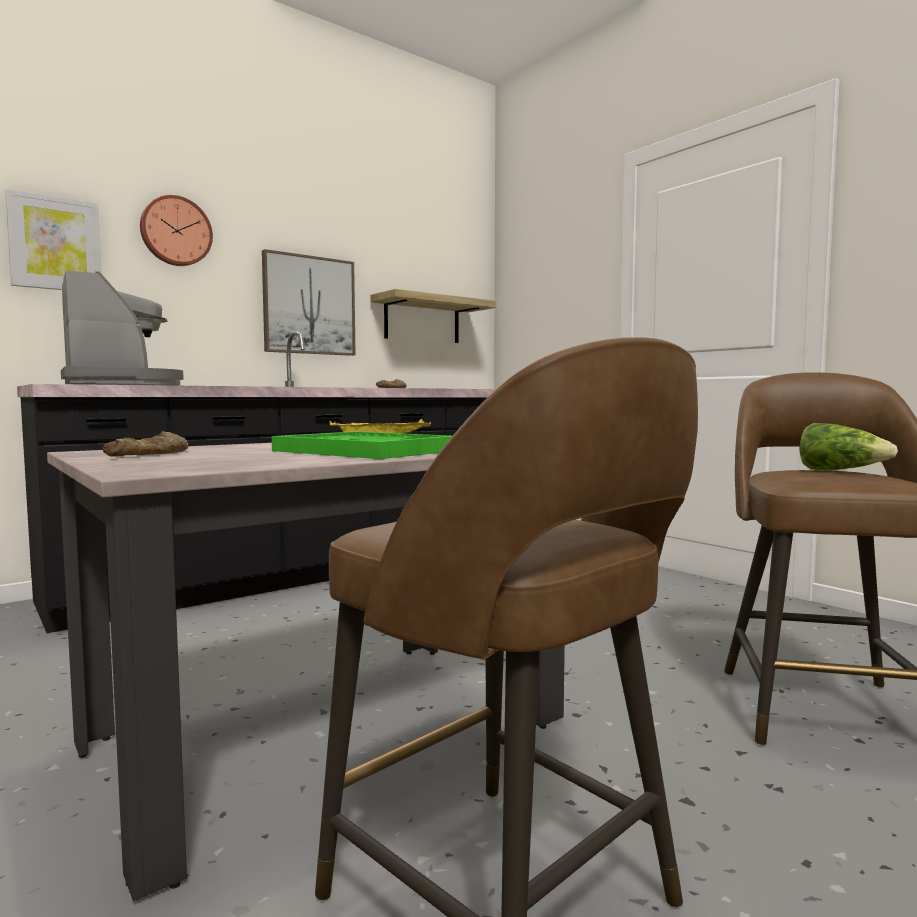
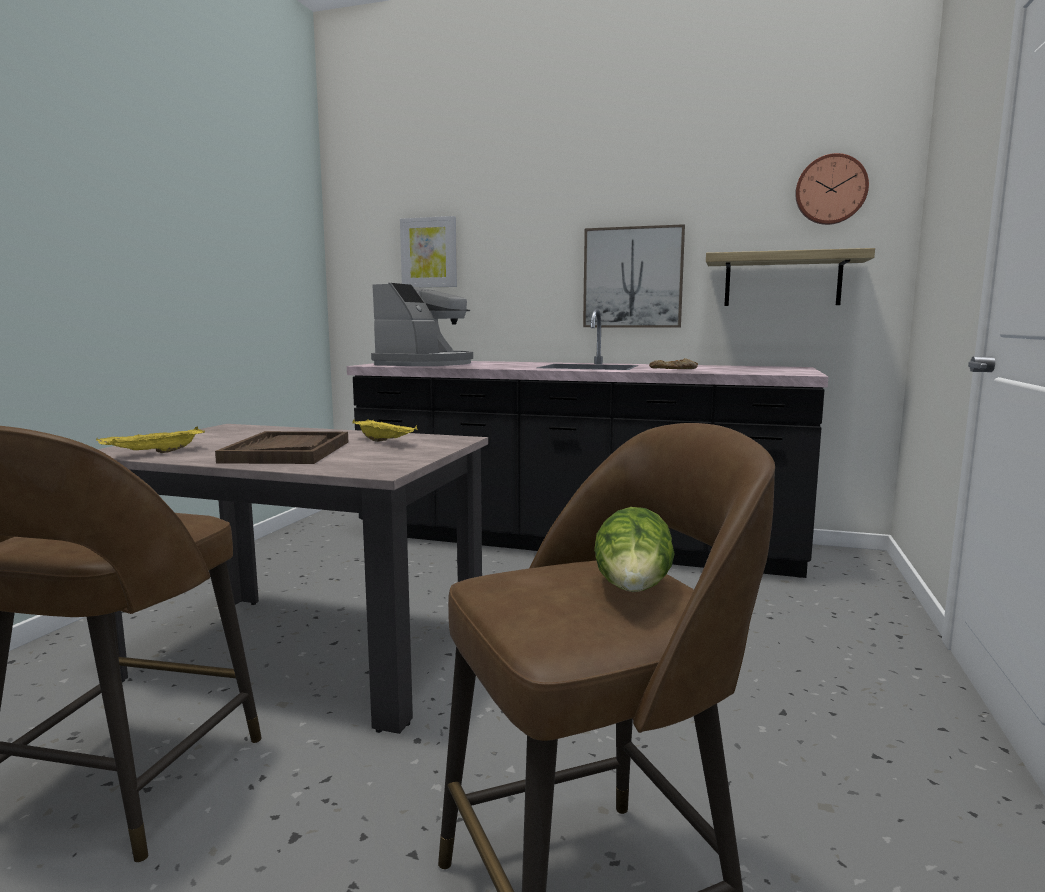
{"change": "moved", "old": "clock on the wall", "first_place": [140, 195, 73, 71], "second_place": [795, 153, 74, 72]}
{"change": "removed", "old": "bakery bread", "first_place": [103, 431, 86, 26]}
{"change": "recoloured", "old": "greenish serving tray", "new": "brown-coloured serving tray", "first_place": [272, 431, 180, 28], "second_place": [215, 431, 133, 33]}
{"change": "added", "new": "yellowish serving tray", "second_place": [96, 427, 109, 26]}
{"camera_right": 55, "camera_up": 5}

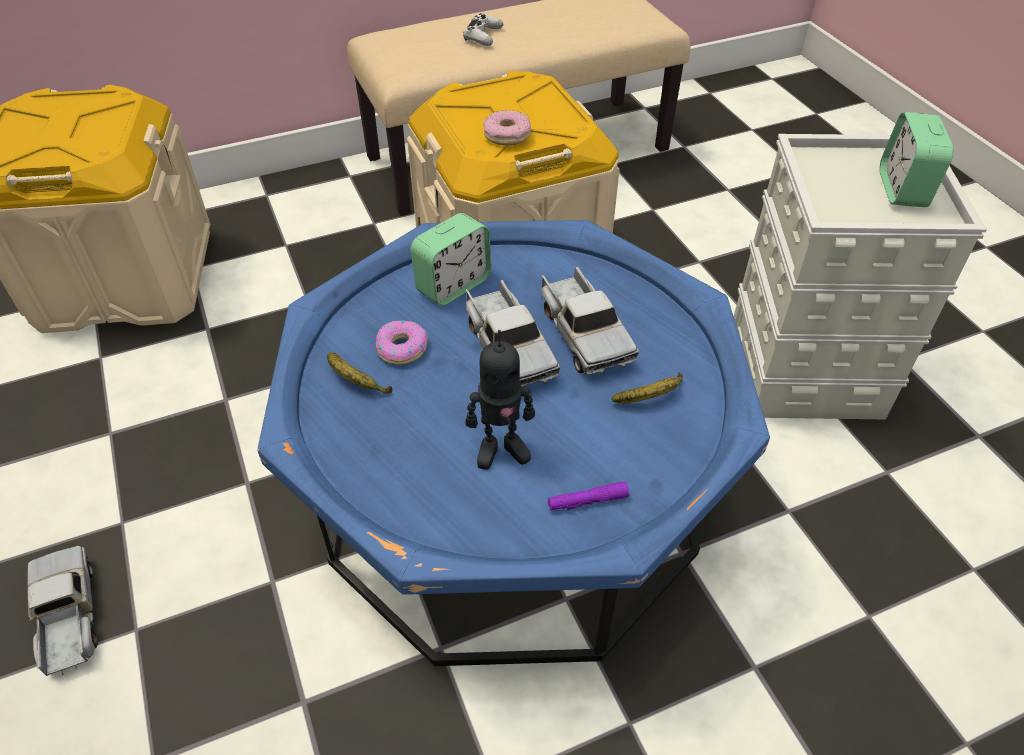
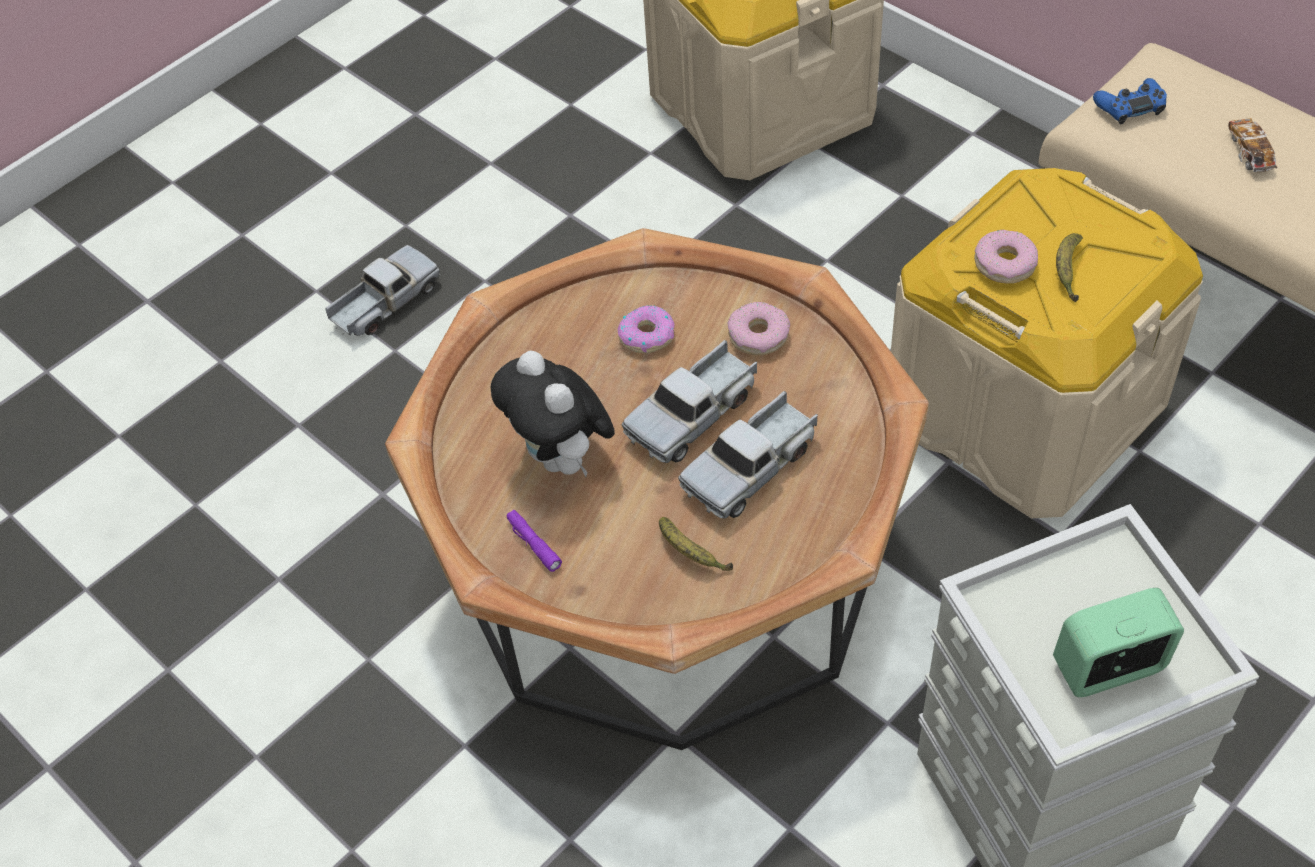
{"change": "replaced", "old": "white gamepad", "new": "model car", "first_place": [463, 13, 40, 33], "second_place": [1228, 118, 50, 54]}
{"change": "replaced", "old": "bedside clock", "new": "ring doughnut", "first_place": [410, 213, 81, 93], "second_place": [728, 302, 62, 54]}
{"change": "recoloured", "old": "bluish lounge table", "new": "brown-coloured lounge table", "first_place": [257, 220, 513, 446], "second_place": [385, 228, 544, 522]}
{"change": "replaced", "old": "robot figure", "new": "cuddly toy", "first_place": [466, 330, 69, 140], "second_place": [491, 351, 124, 126]}
{"change": "moved", "old": "whole banana", "first_place": [327, 352, 65, 42], "second_place": [1056, 233, 27, 69]}
{"change": "added", "new": "bluish gamepad", "second_place": [1093, 78, 74, 46]}
{"camera_right": 70, "camera_up": 5}

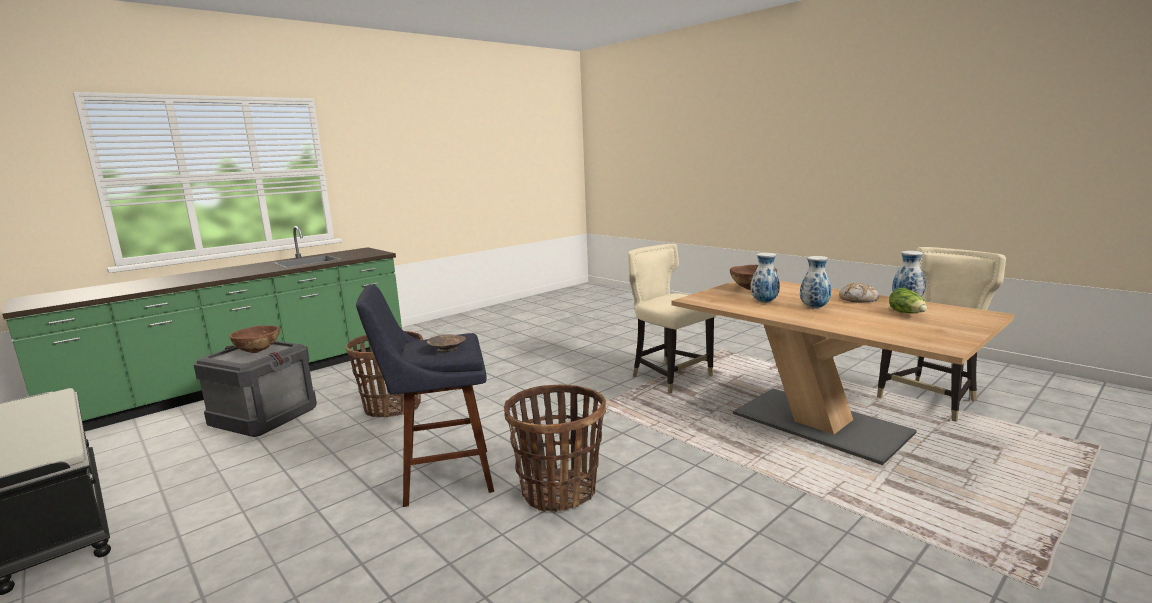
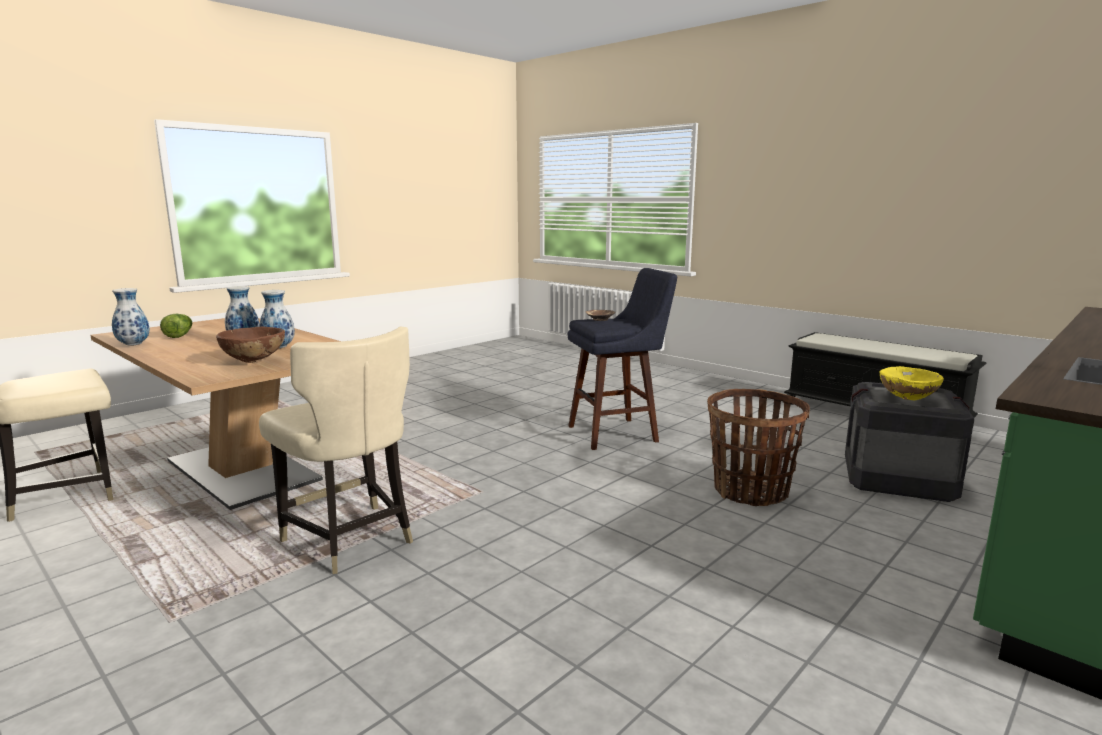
{"change": "removed", "old": "bakery bread", "first_place": [839, 283, 40, 20]}
{"change": "recoloured", "old": "brown-coloured serving bowl", "new": "yellowish serving bowl", "first_place": [230, 325, 50, 28], "second_place": [879, 366, 65, 34]}
{"change": "removed", "old": "household basket", "first_place": [504, 384, 102, 128]}
{"camera_right": 175, "camera_up": 0}

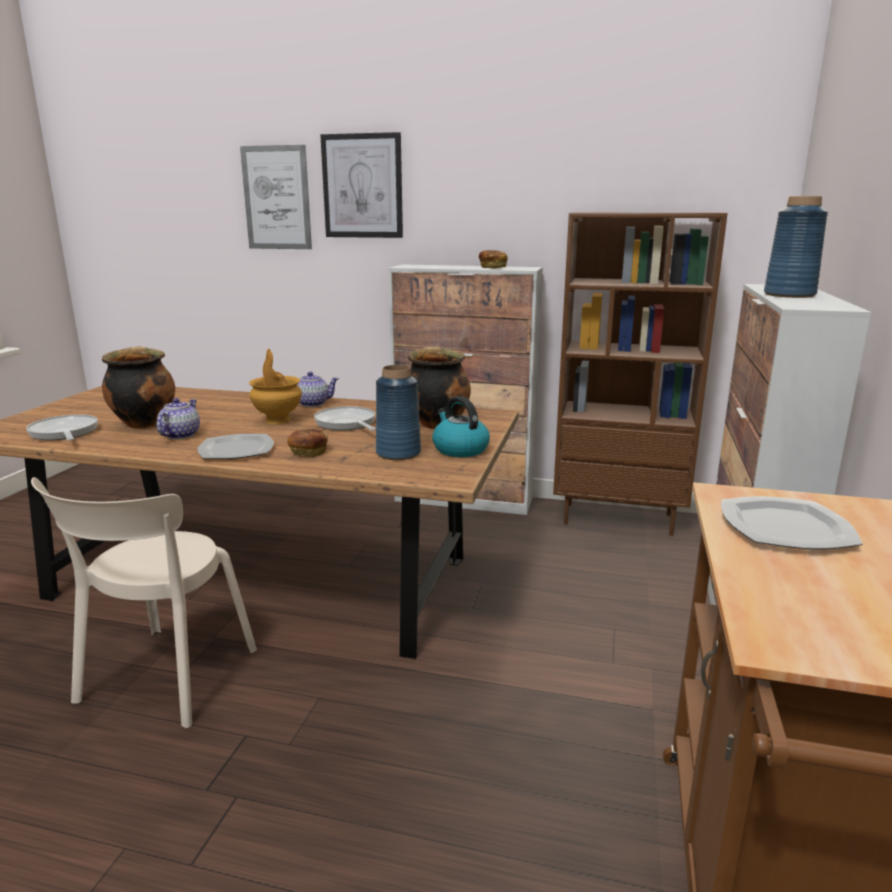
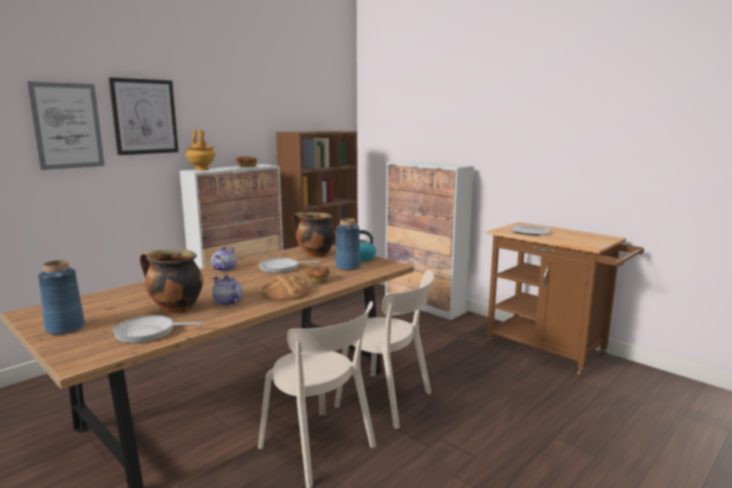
{"change": "moved", "old": "bluish vase", "first_place": [764, 196, 64, 102], "second_place": [38, 260, 47, 75]}
{"change": "moved", "old": "brown-coloured vase", "first_place": [249, 349, 53, 76], "second_place": [186, 129, 29, 42]}
{"change": "replaced", "old": "plate", "new": "bakery bread", "first_place": [198, 434, 76, 25], "second_place": [261, 274, 49, 27]}
{"change": "added", "new": "sand-coloured upright chair", "second_place": [334, 270, 100, 159]}
{"camera_right": -60, "camera_up": -5}

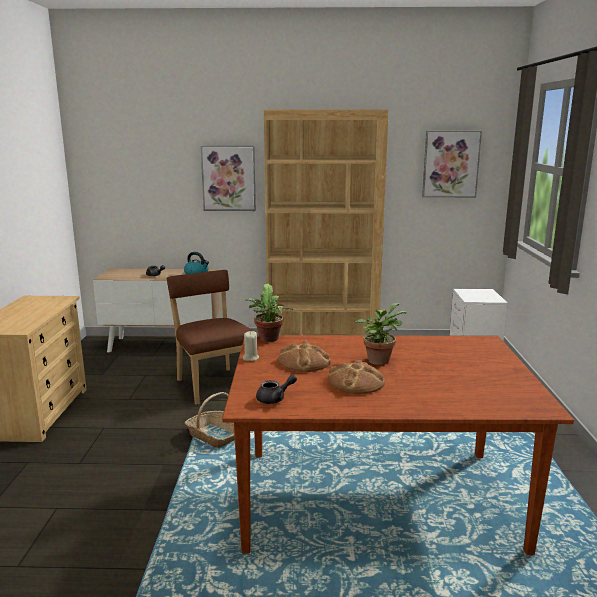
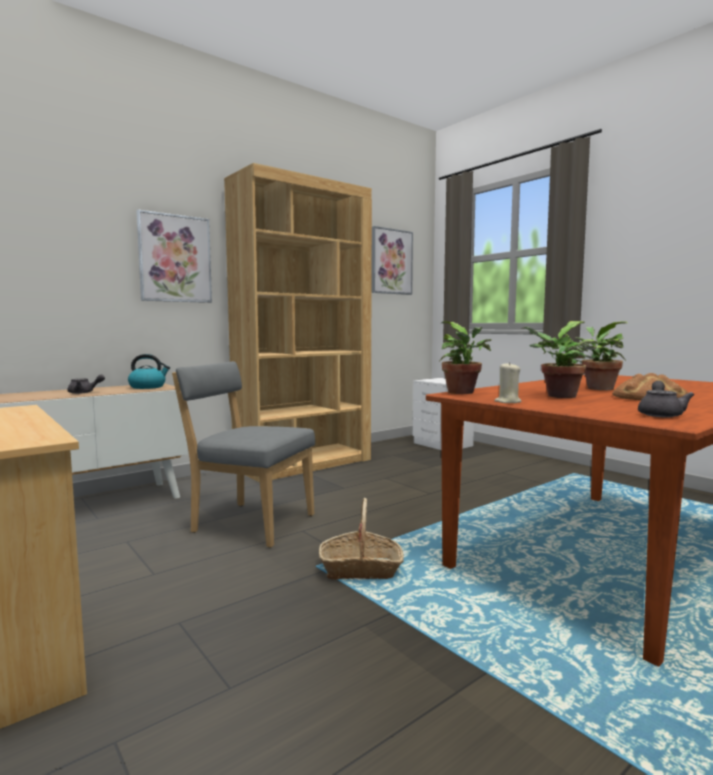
{"change": "recoloured", "old": "brown-coloured upright chair", "new": "gray upright chair", "first_place": [167, 270, 86, 135], "second_place": [172, 361, 143, 187]}
{"change": "replaced", "old": "bakery bread", "new": "potted plant", "first_place": [278, 340, 53, 32], "second_place": [521, 321, 76, 77]}
{"camera_right": -40, "camera_up": -10}

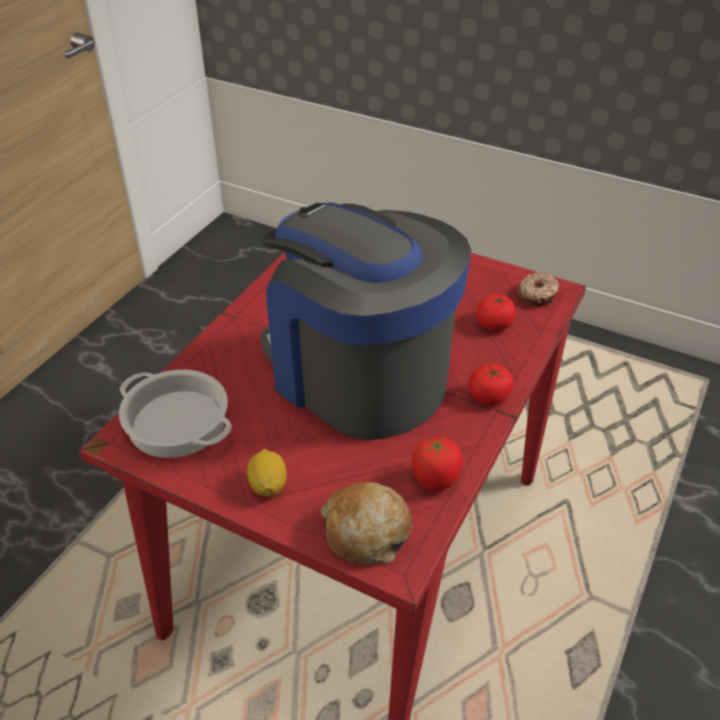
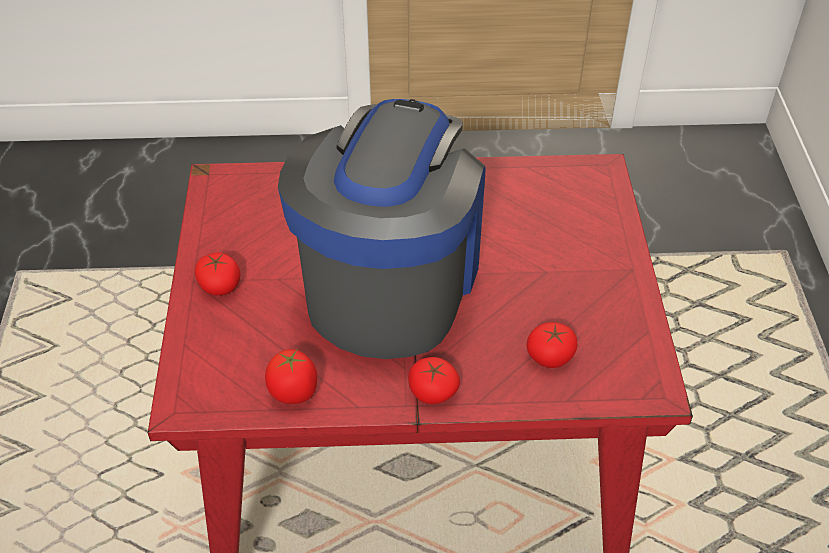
{"change": "removed", "old": "ring doughnut", "first_place": [518, 272, 42, 34]}
{"change": "removed", "old": "stockpot", "first_place": [119, 369, 113, 89]}
{"change": "replaced", "old": "whole lemon", "new": "fresh tomato", "first_place": [247, 449, 40, 48], "second_place": [195, 253, 46, 43]}
{"change": "removed", "old": "bakery bread", "first_place": [321, 482, 91, 83]}
{"camera_right": 60, "camera_up": 5}

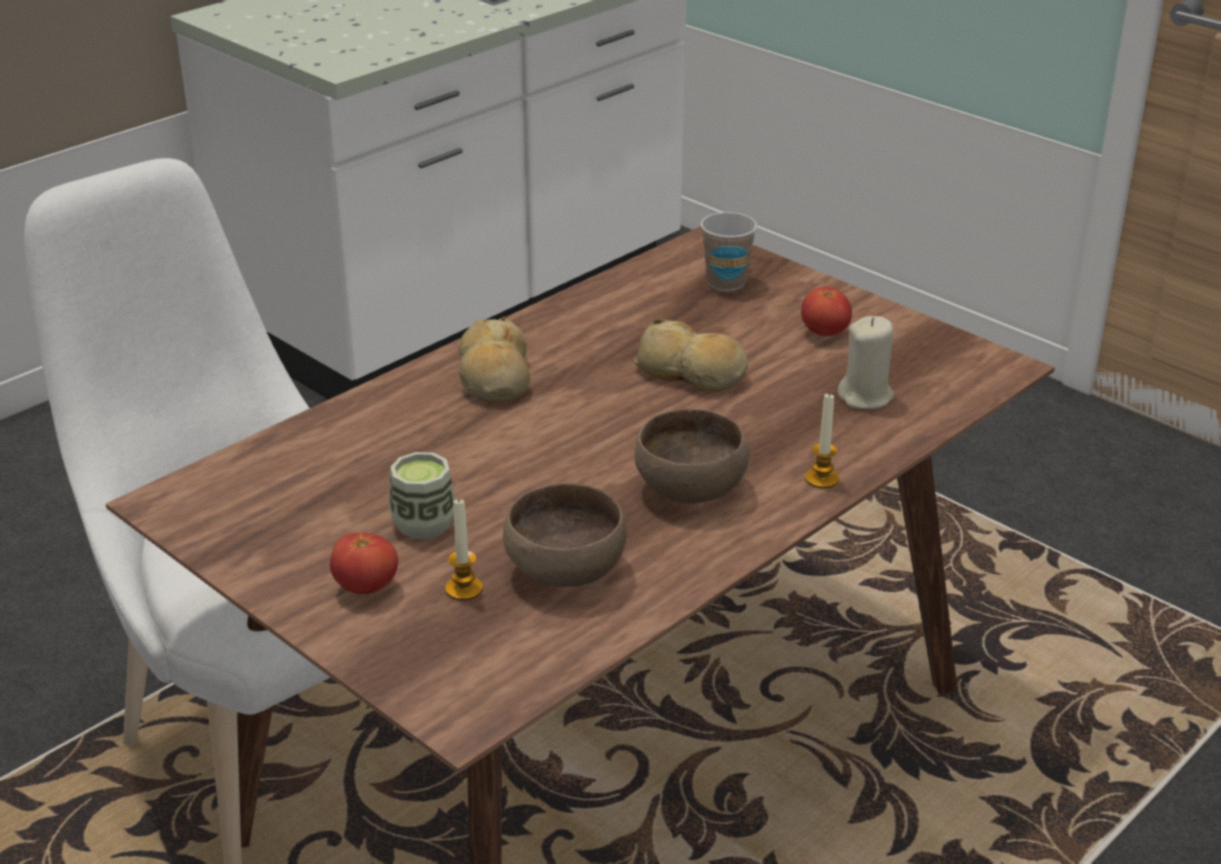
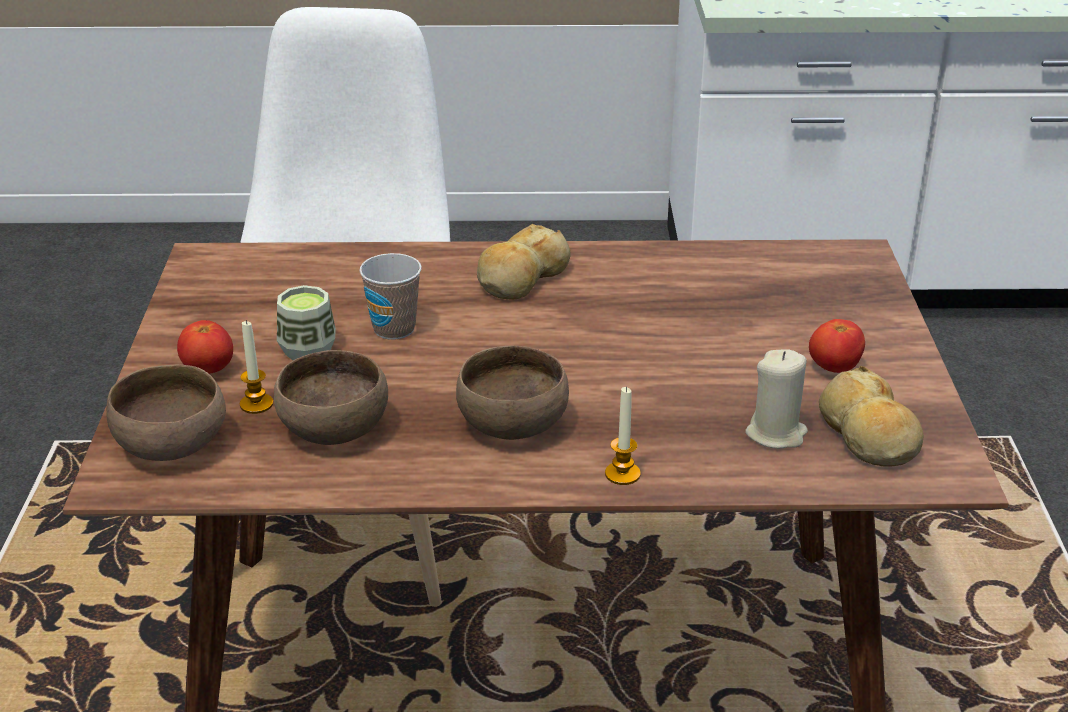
{"change": "moved", "old": "small cup", "first_place": [701, 212, 56, 79], "second_place": [359, 253, 63, 87]}
{"change": "moved", "old": "bakery bread", "first_place": [634, 319, 114, 73], "second_place": [819, 366, 105, 101]}
{"change": "added", "new": "brown-coloured serving bowl", "second_place": [106, 365, 120, 96]}
{"camera_right": 45, "camera_up": 0}

